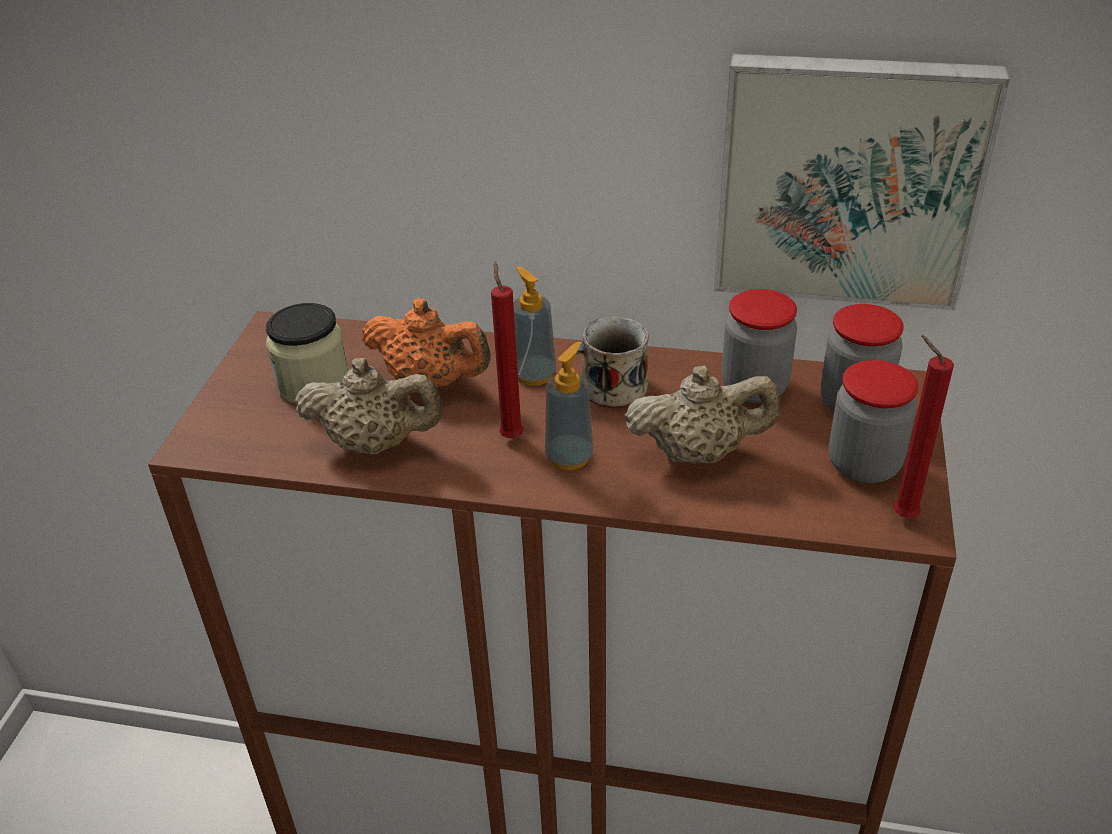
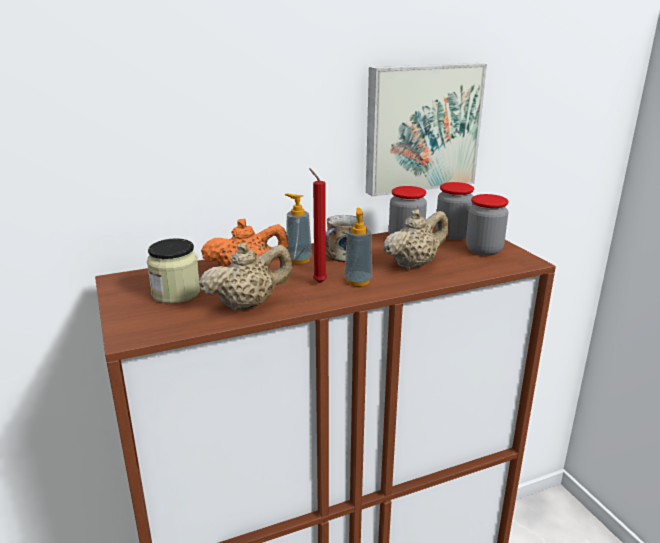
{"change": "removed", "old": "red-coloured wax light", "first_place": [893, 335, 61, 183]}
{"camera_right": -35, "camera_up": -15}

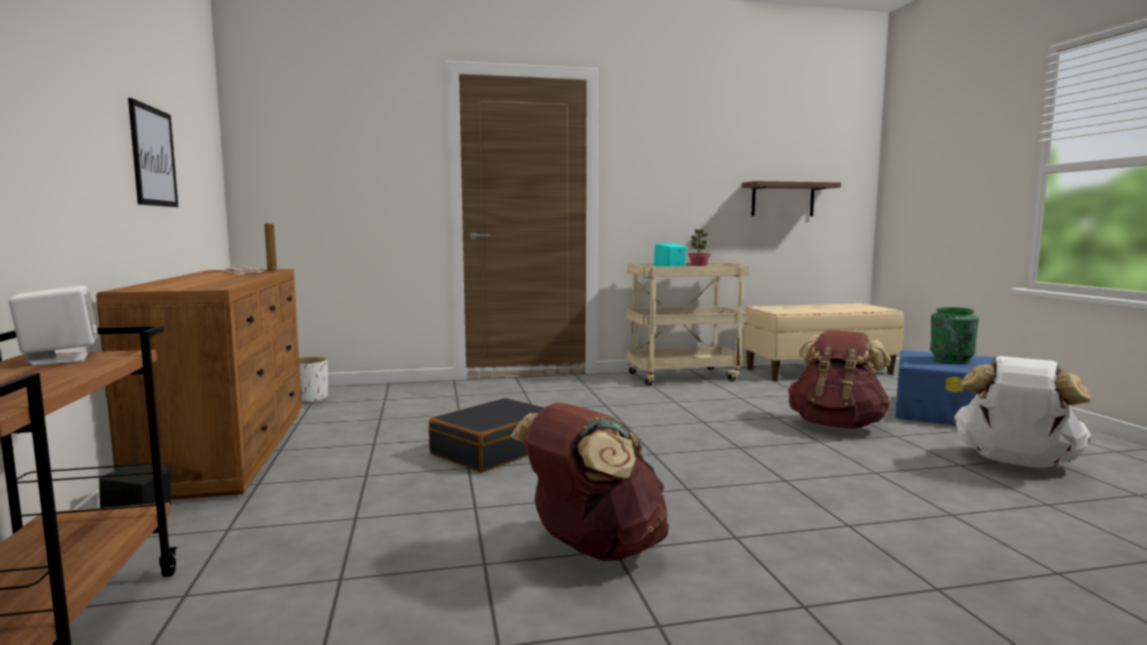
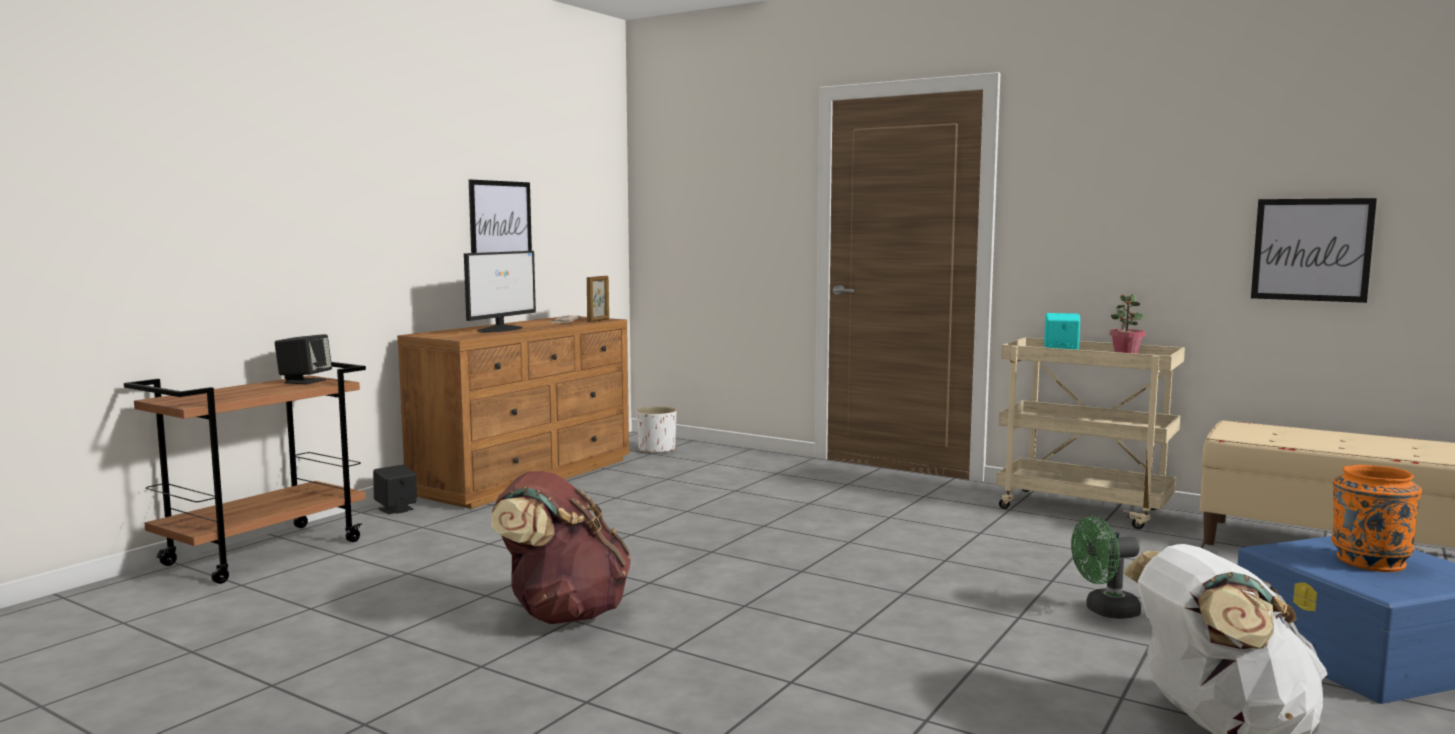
{"change": "replaced", "old": "shelf", "new": "wall art", "first_place": [741, 181, 100, 35], "second_place": [1251, 198, 126, 105]}
{"change": "recoloured", "old": "white speaker", "new": "black-coloured speaker", "first_place": [8, 286, 90, 80], "second_place": [275, 334, 57, 50]}
{"change": "recoloured", "old": "greenish vase", "new": "orange-coloured vase", "first_place": [930, 307, 49, 57], "second_place": [1331, 465, 91, 107]}
{"change": "replaced", "old": "brown-coloured backpack", "new": "greenish fan", "first_place": [788, 330, 103, 98], "second_place": [1071, 516, 70, 103]}
{"change": "removed", "old": "black-coloured suitcase", "first_place": [429, 398, 116, 74]}
{"change": "added", "new": "computer display", "second_place": [464, 251, 72, 82]}
{"camera_right": 45, "camera_up": 0}

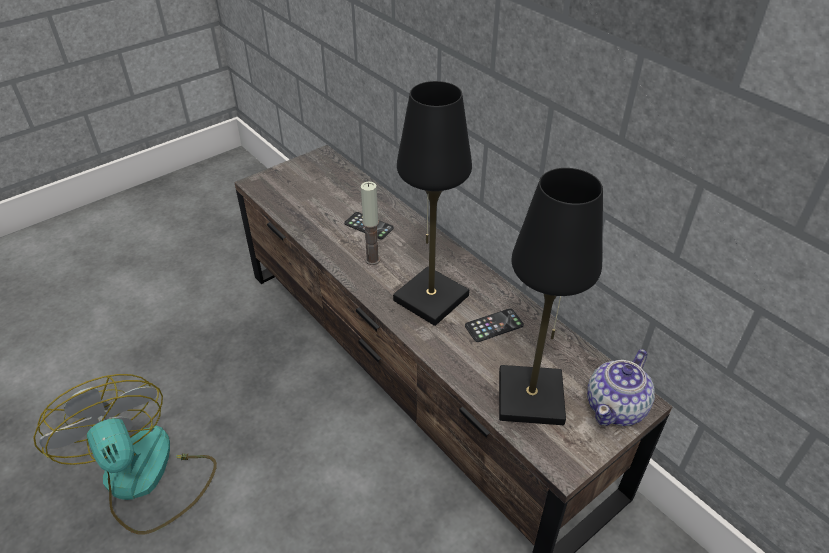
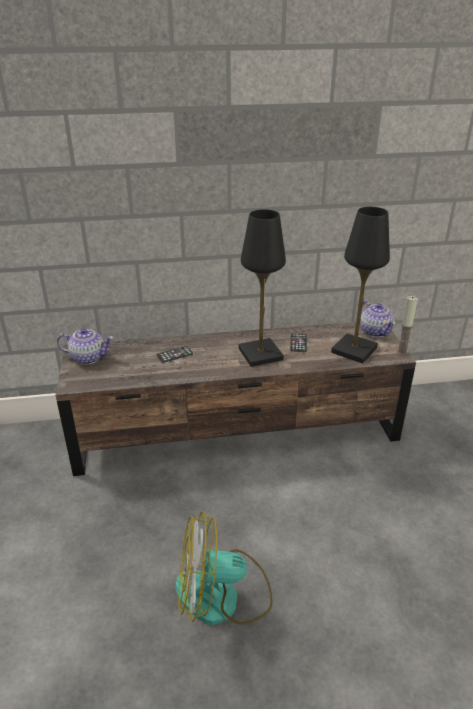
{"change": "moved", "old": "wax light", "first_place": [361, 181, 19, 84], "second_place": [397, 296, 21, 60]}
{"change": "added", "new": "teapot", "second_place": [57, 328, 57, 37]}
{"camera_right": -60, "camera_up": -10}

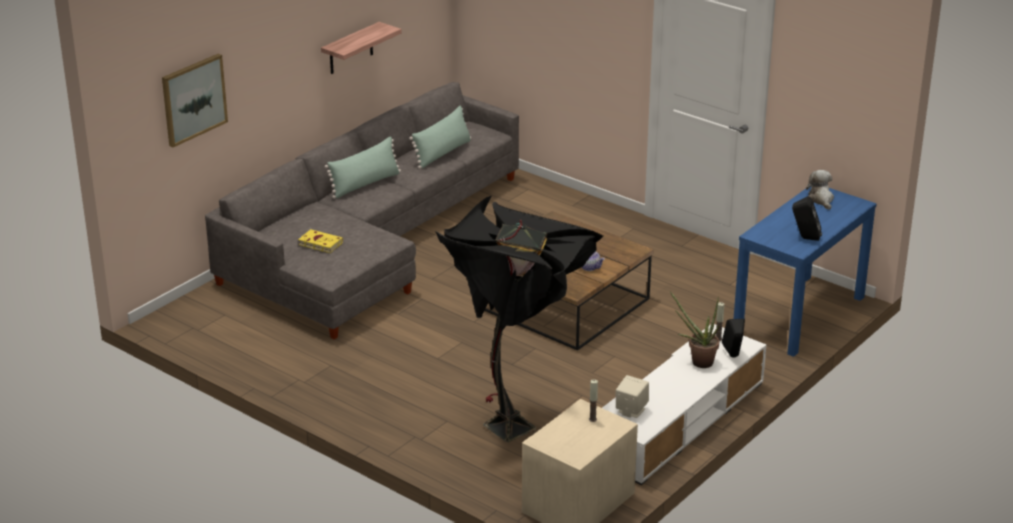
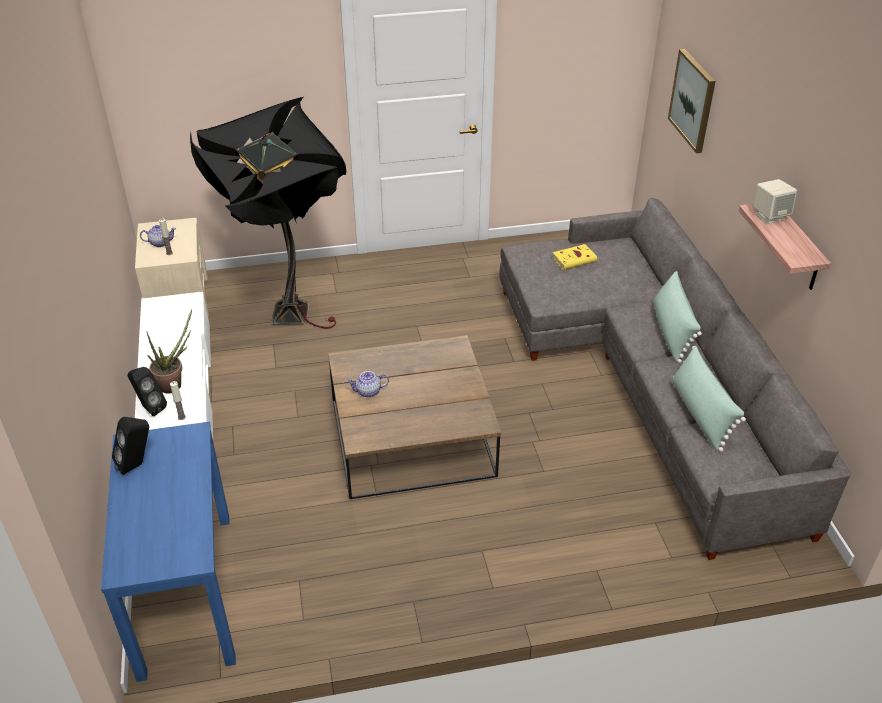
{"change": "removed", "old": "cuddly toy", "first_place": [806, 170, 28, 40]}
{"change": "moved", "old": "sand-coloured speaker", "first_place": [616, 375, 33, 43], "second_place": [753, 179, 44, 45]}
{"change": "added", "new": "teapot", "second_place": [140, 225, 36, 22]}
{"camera_right": 130, "camera_up": 10}

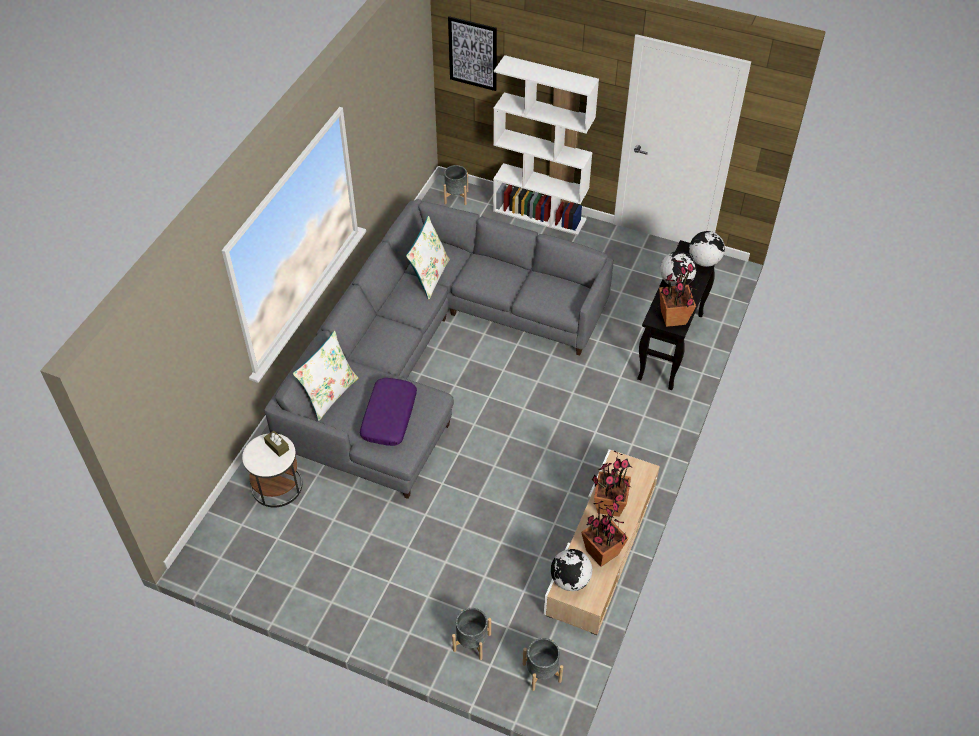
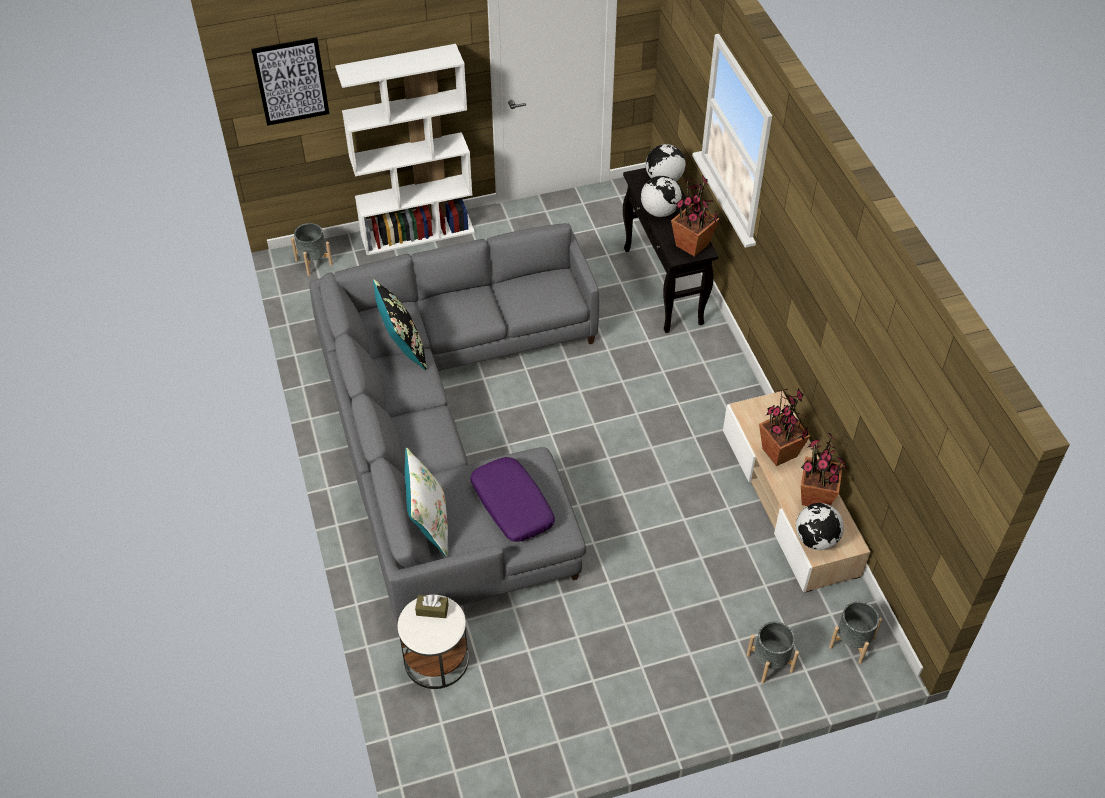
{"change": "recoloured", "old": "white cushion", "new": "black-coloured cushion", "first_place": [406, 216, 44, 84], "second_place": [373, 279, 54, 91]}
{"camera_right": -40, "camera_up": 0}

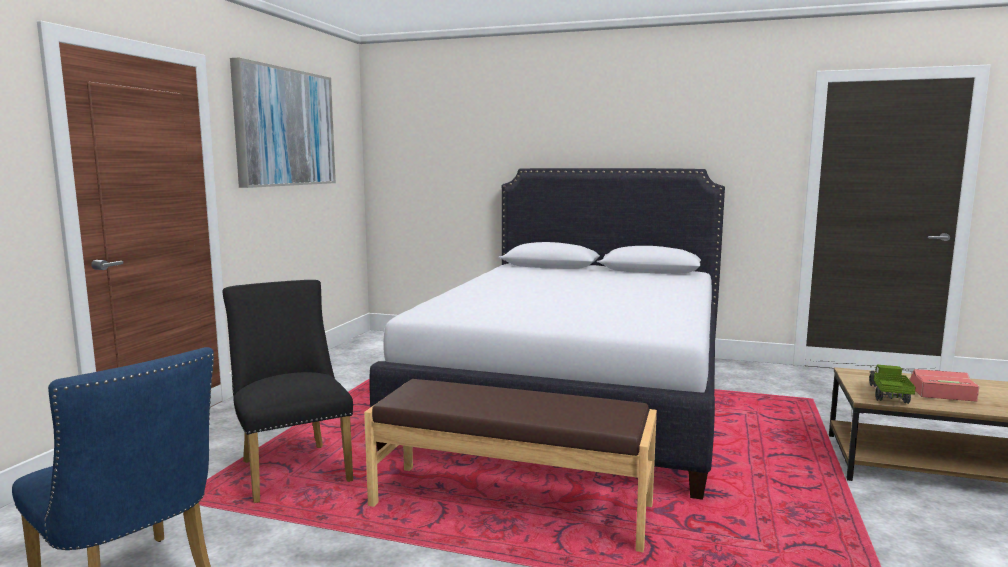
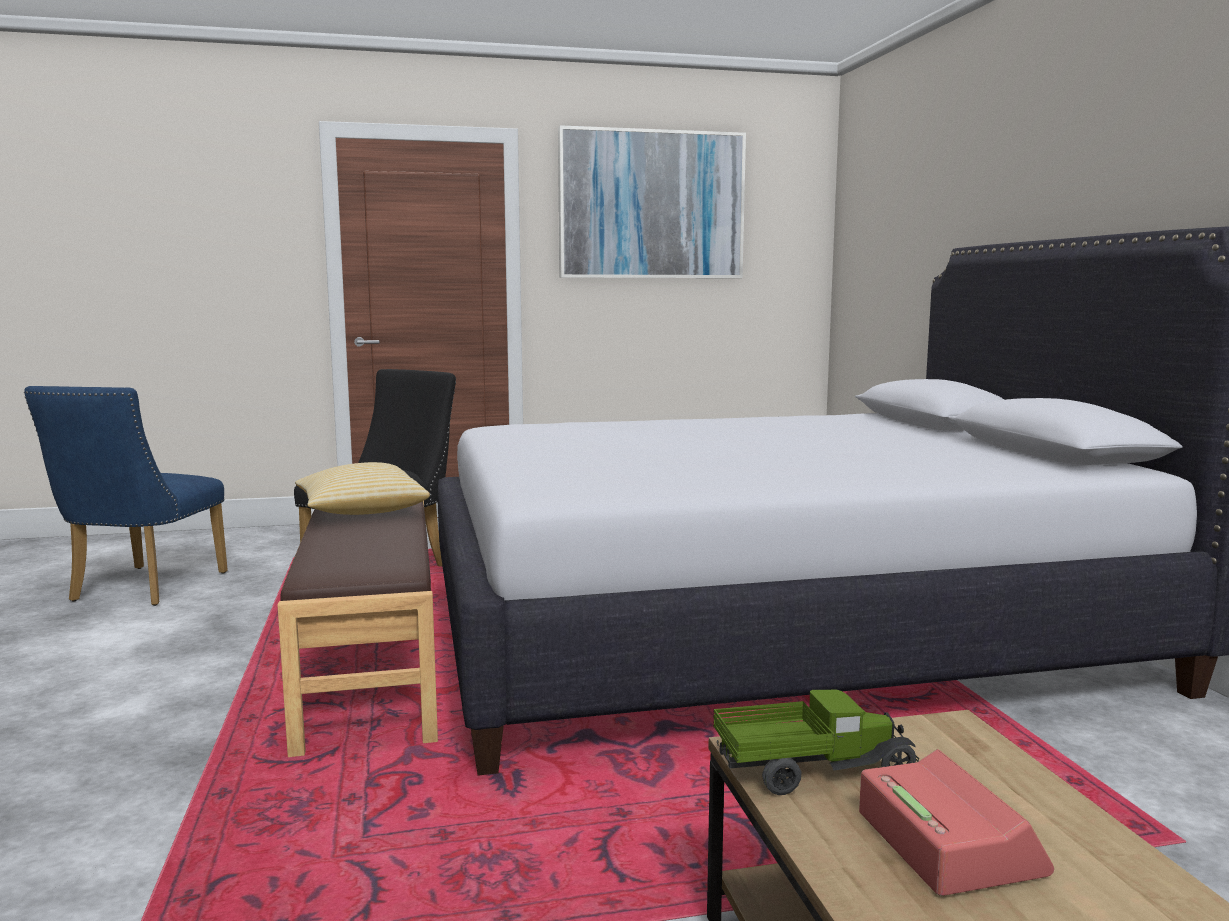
{"change": "added", "new": "cushion", "second_place": [295, 462, 135, 53]}
{"camera_right": 60, "camera_up": 0}

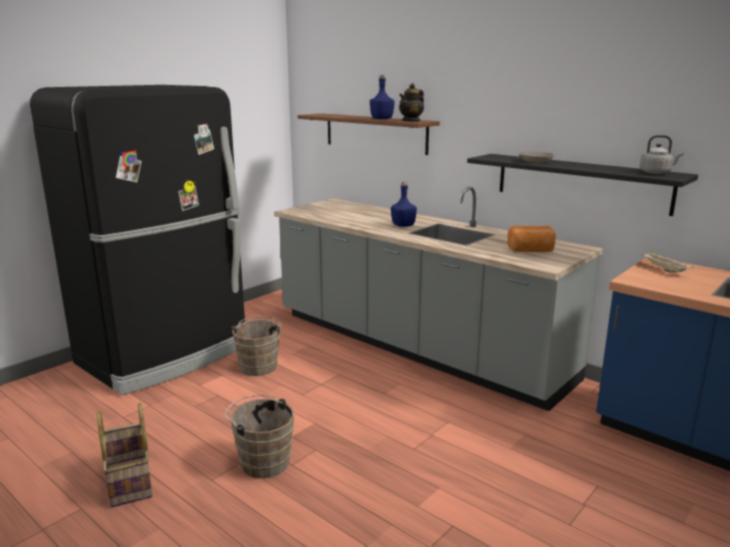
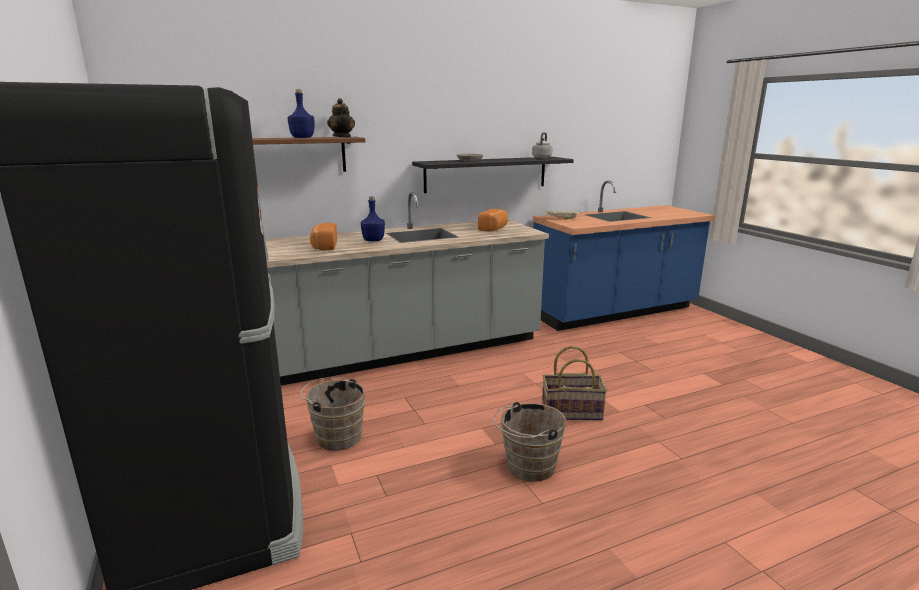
{"change": "moved", "old": "household basket", "first_place": [97, 403, 56, 104], "second_place": [542, 346, 65, 74]}
{"change": "added", "new": "bakery bread", "second_place": [310, 223, 27, 27]}
{"camera_right": -65, "camera_up": 0}

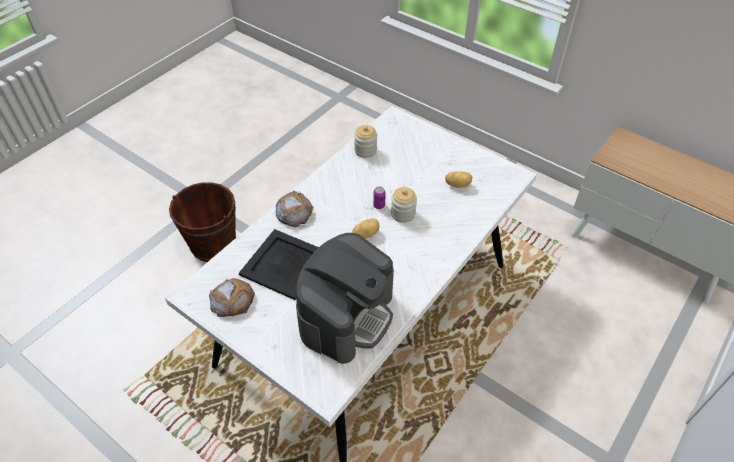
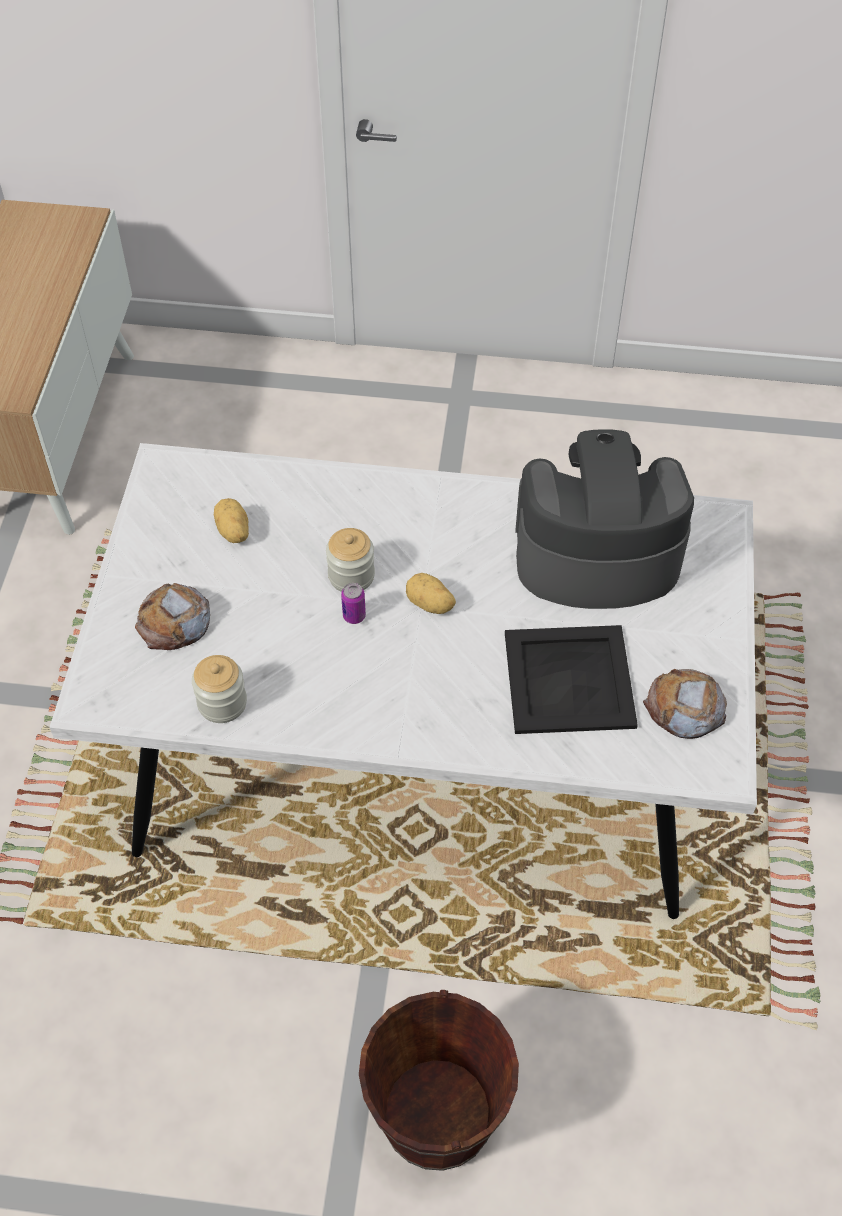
{"change": "moved", "old": "bakery bread", "first_place": [276, 191, 37, 36], "second_place": [135, 583, 75, 67]}
{"camera_right": -120, "camera_up": 5}

